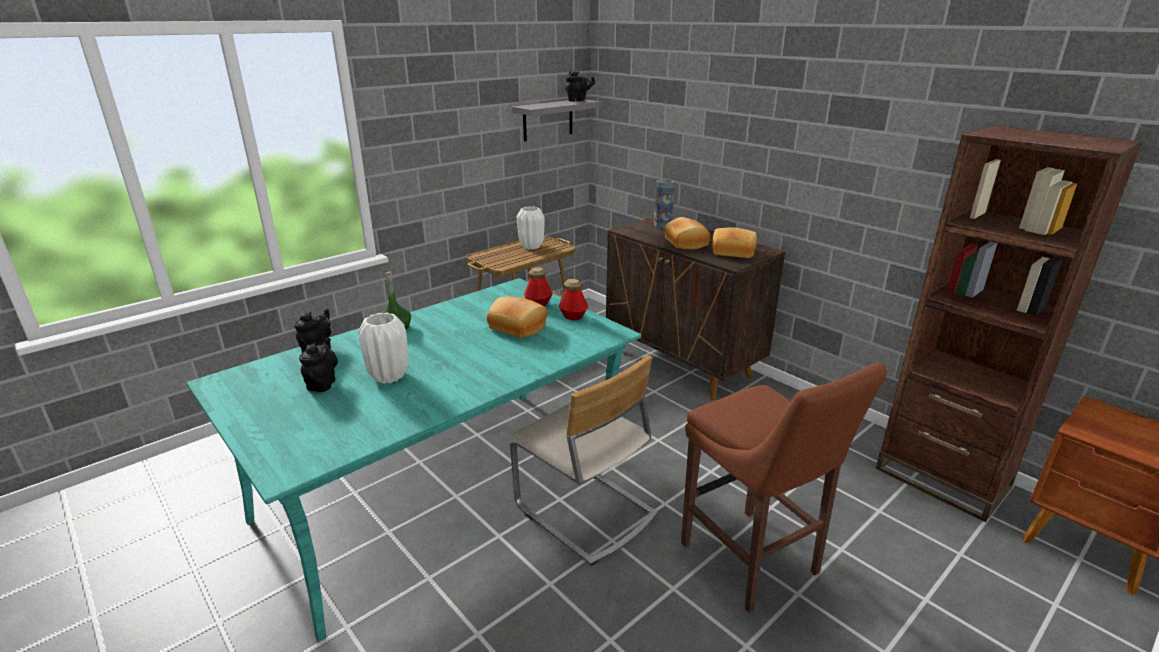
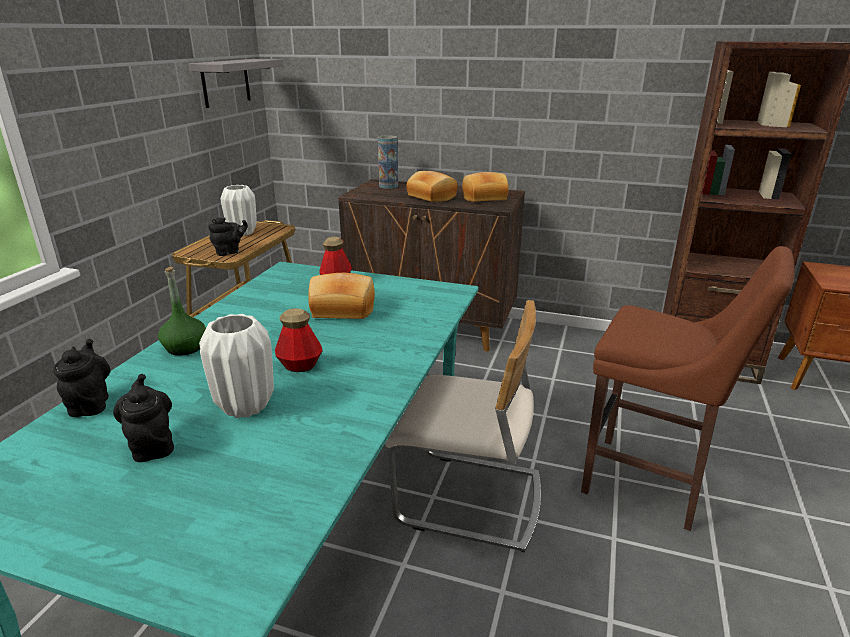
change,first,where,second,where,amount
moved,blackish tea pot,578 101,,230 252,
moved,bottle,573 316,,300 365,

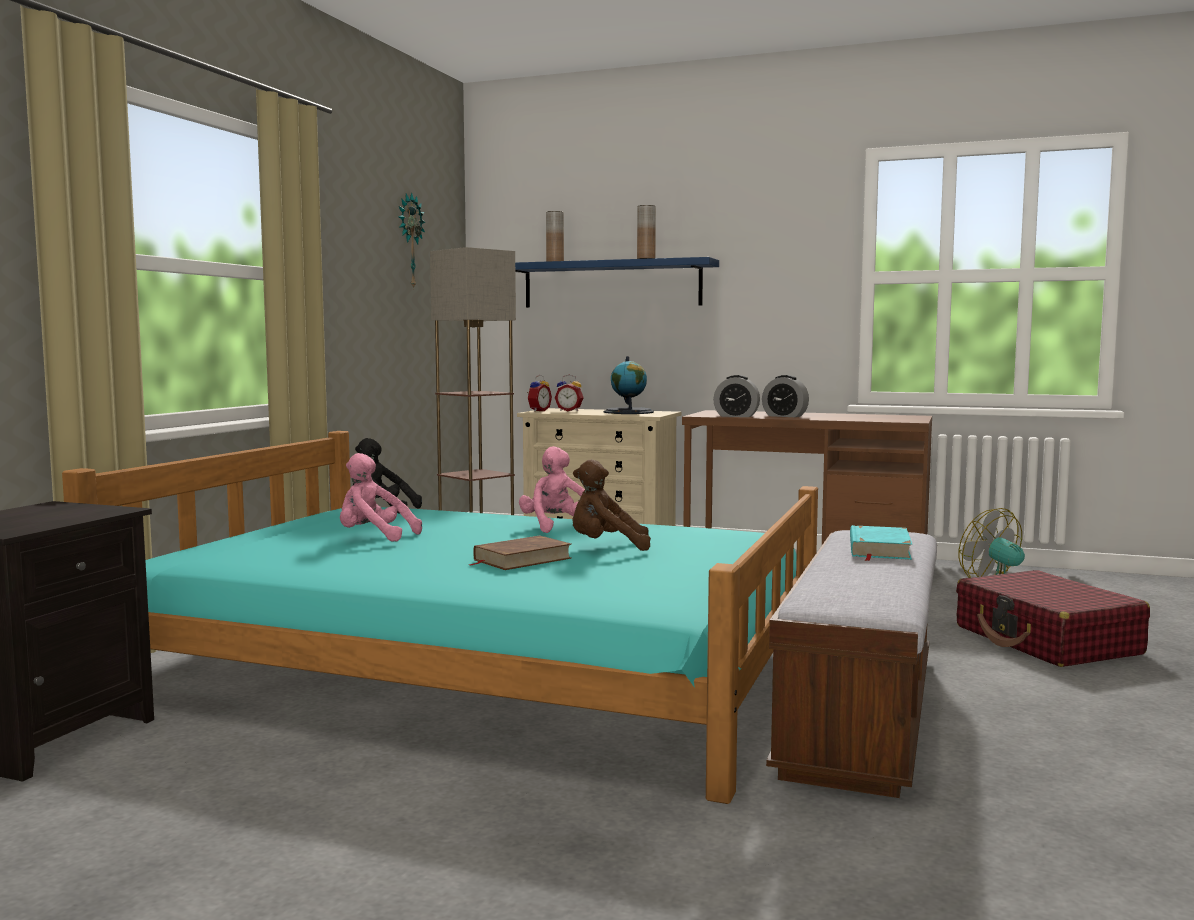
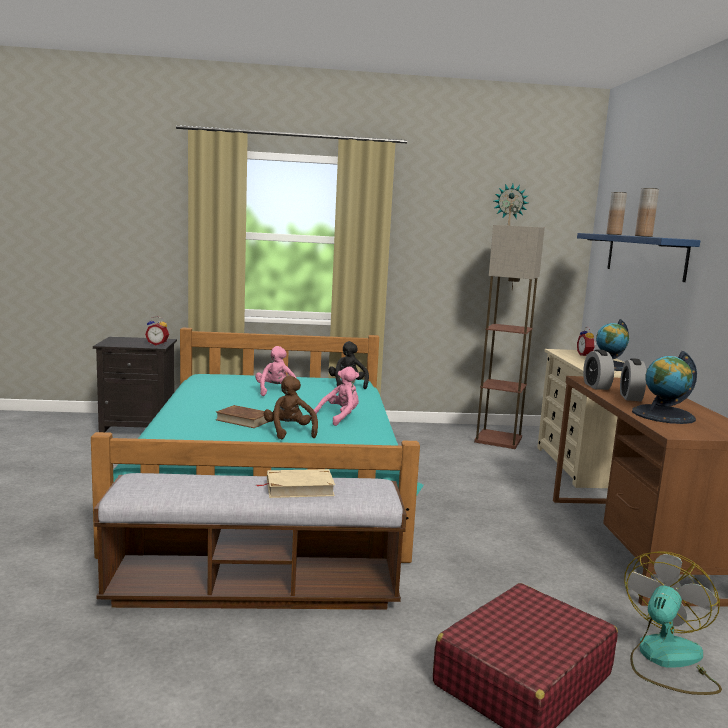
change,first,where,second,where,amount
moved,bedside clock,538 411,,158 344,
recoloured,blue-green book,878 549,beige-coloured book,299 488,
added,,,world globe,663 415,

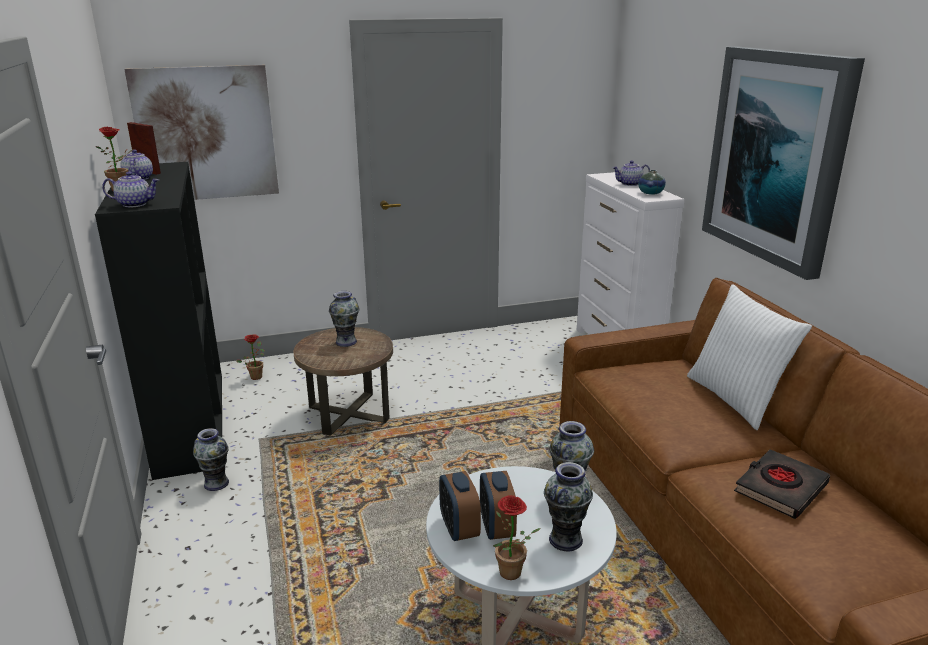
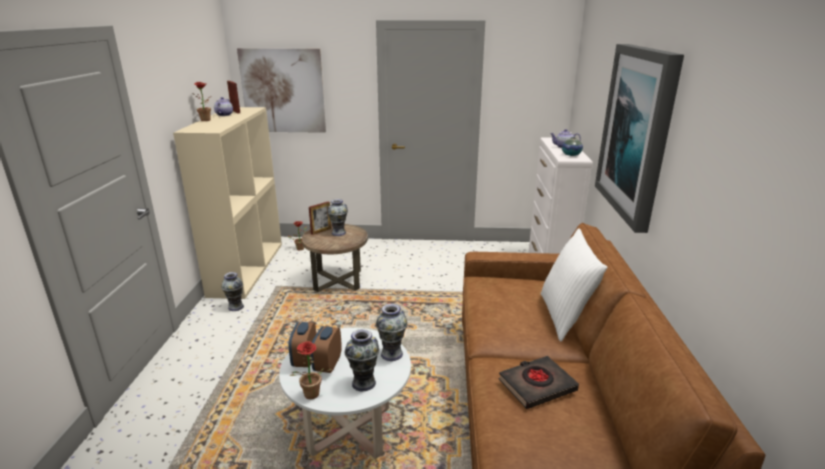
change,first,where,second,where,amount
recoloured,blackish shelving unit,189 421,beige-coloured shelving unit,246 268,
added,,,photo frame,321 231,
removed,tea pot,135 204,,,

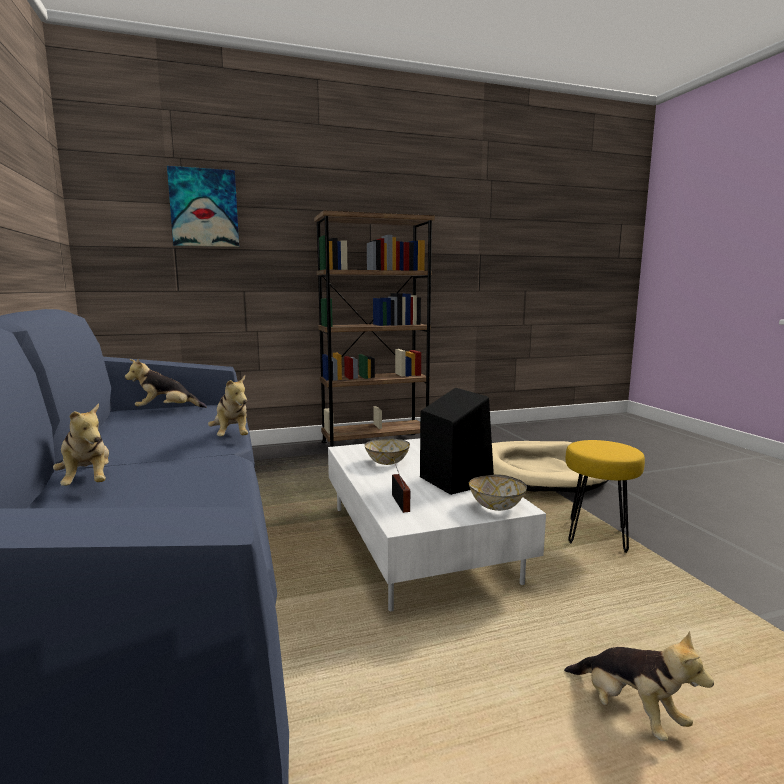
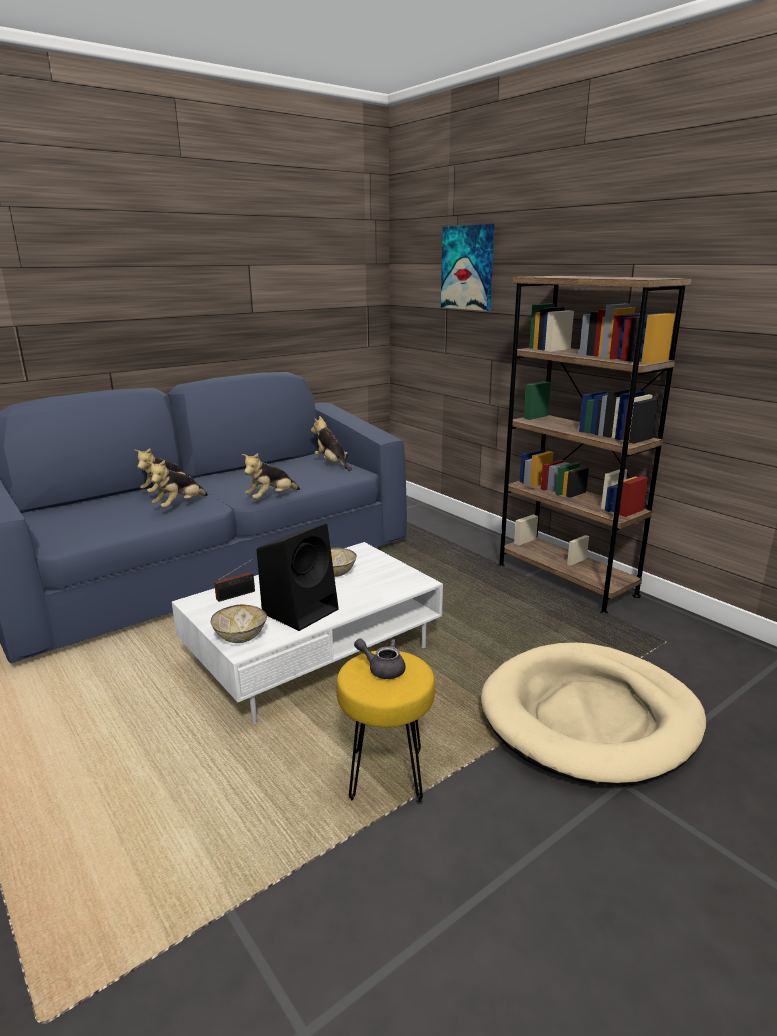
change,first,where,second,where,amount
moved,soft toy,629 712,,180 506,
added,,,grey tea pot,382 668,

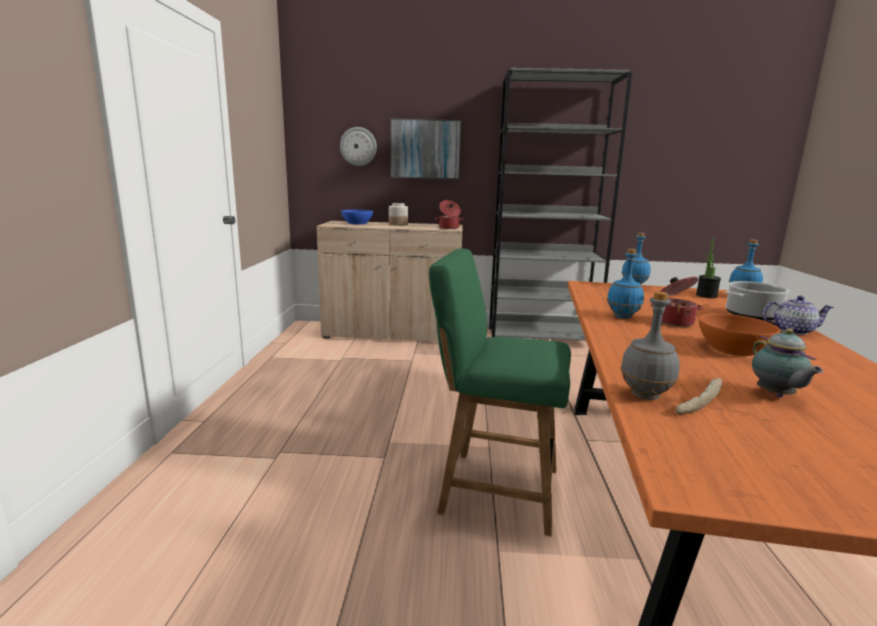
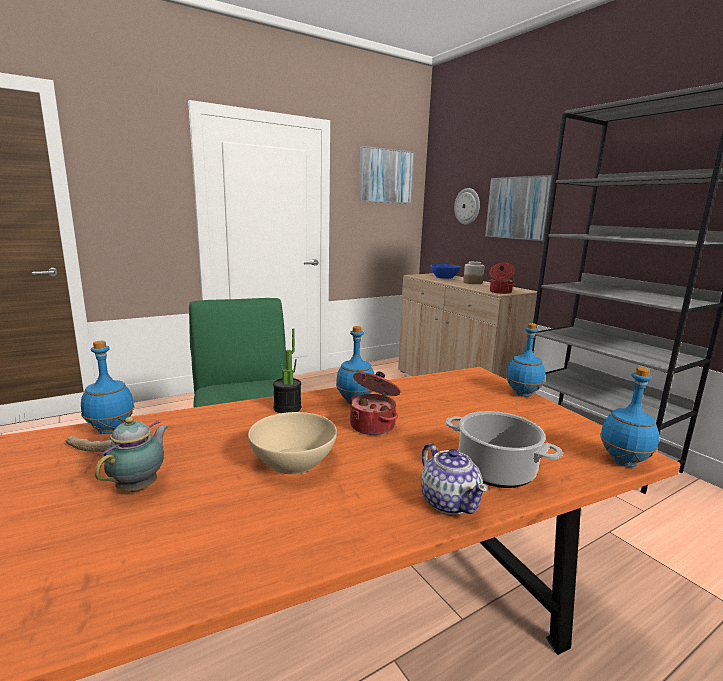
change,first,where,second,where,amount
recoloured,grey bottle,644 395,blue-coloured bottle,111 429,
turned,tea pot,776 395,,140 486,150 degrees clockwise
recoloured,orangey bowl,733 349,beige-coloured bowl,293 461,
moved,houseplant,706 296,,287 408,
added,,,wall art,385 176,

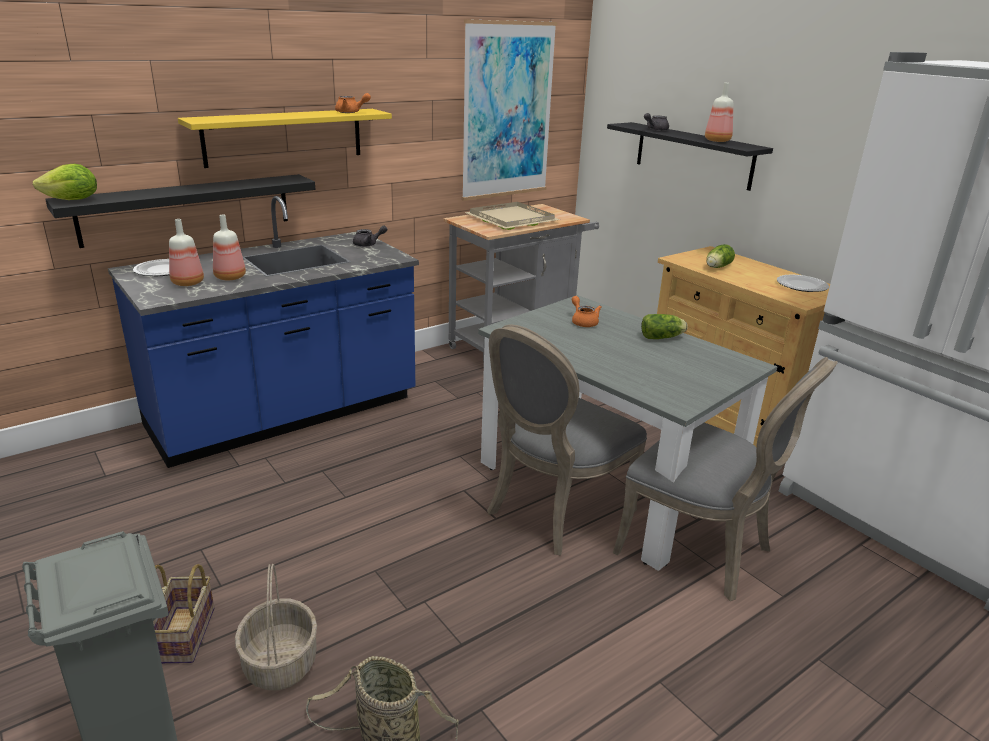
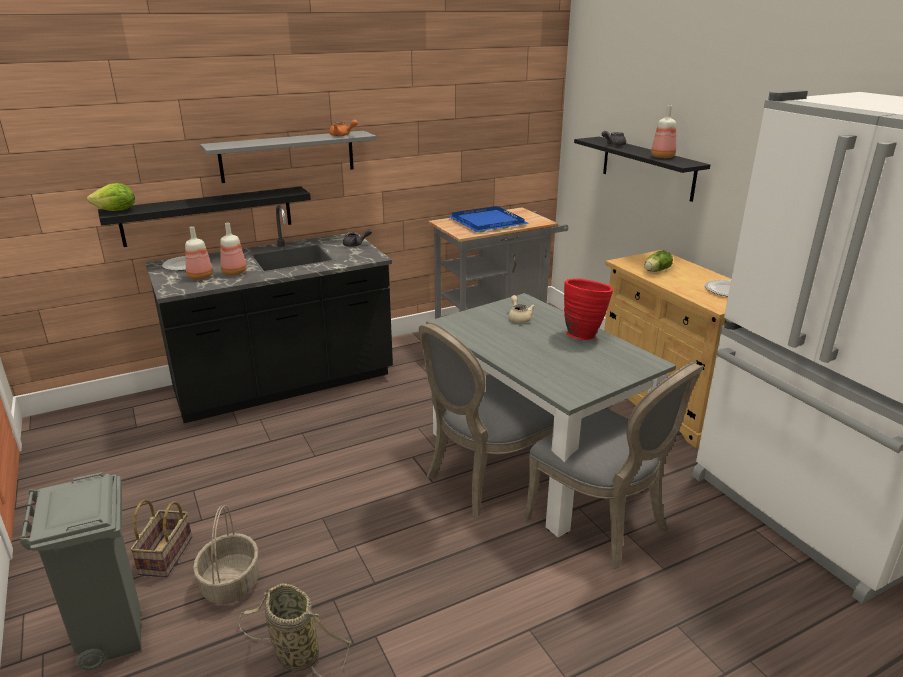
change,first,where,second,where,amount
recoloured,blue-coloured kitchen counter,285 414,blackish kitchen counter,284 384,
recoloured,yellow shelf,284 137,grey shelf,288 156,
recoloured,beige-coloured tray,512 218,blue-coloured tray,488 222,
recoloured,orangey tea pot,583 322,beige-coloured tea pot,519 318,
replaced,lettuce,663 337,reddish vase,583 334,
removed,wall art,507 111,,,

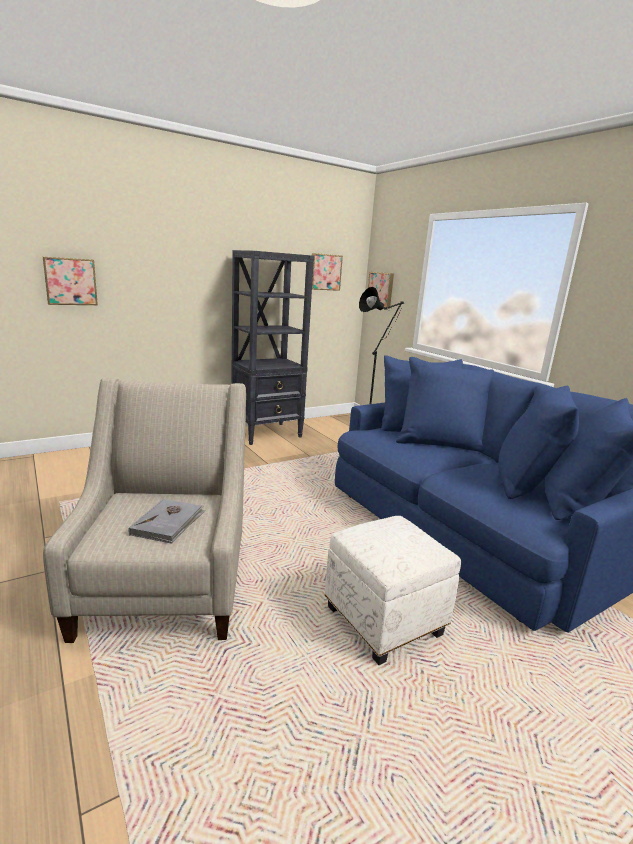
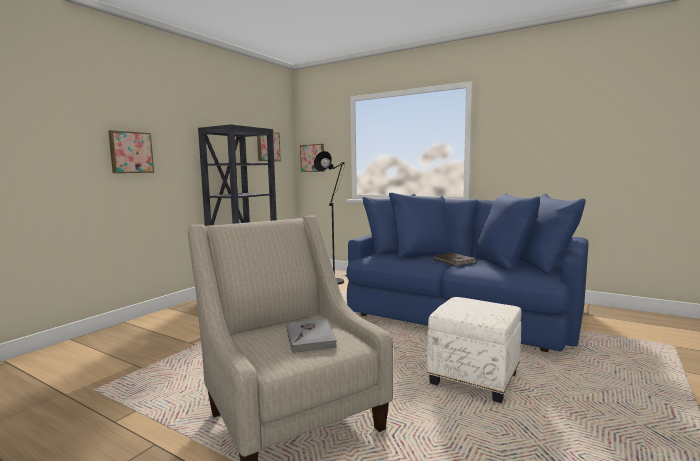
change,first,where,second,where,amount
moved,wall art,70 281,,130 152,
added,,,brownish book,454 261,

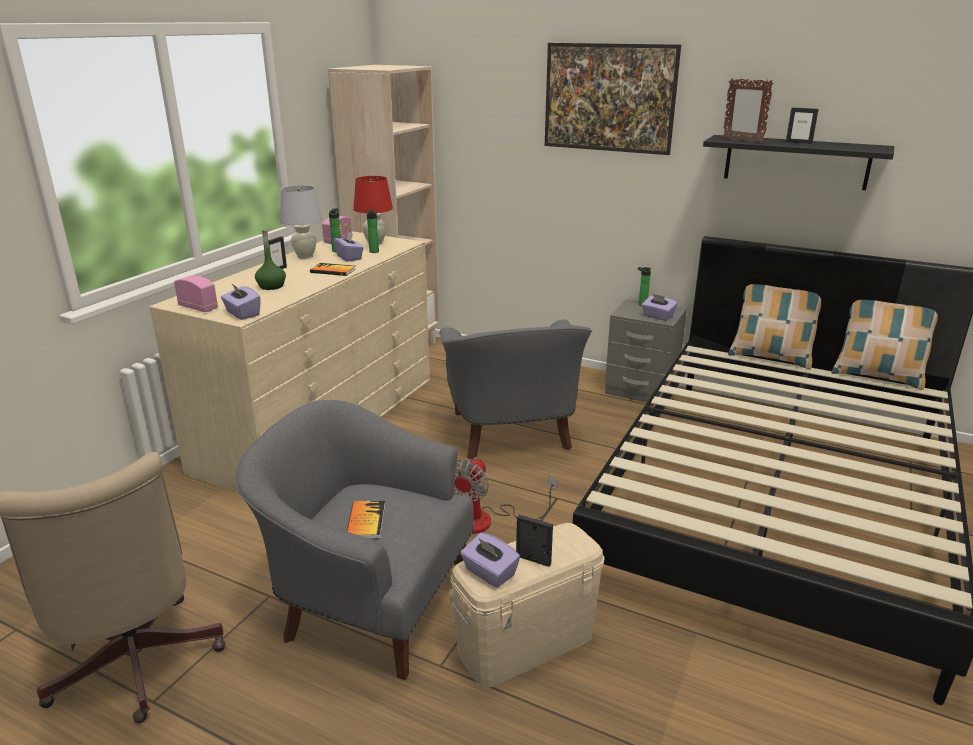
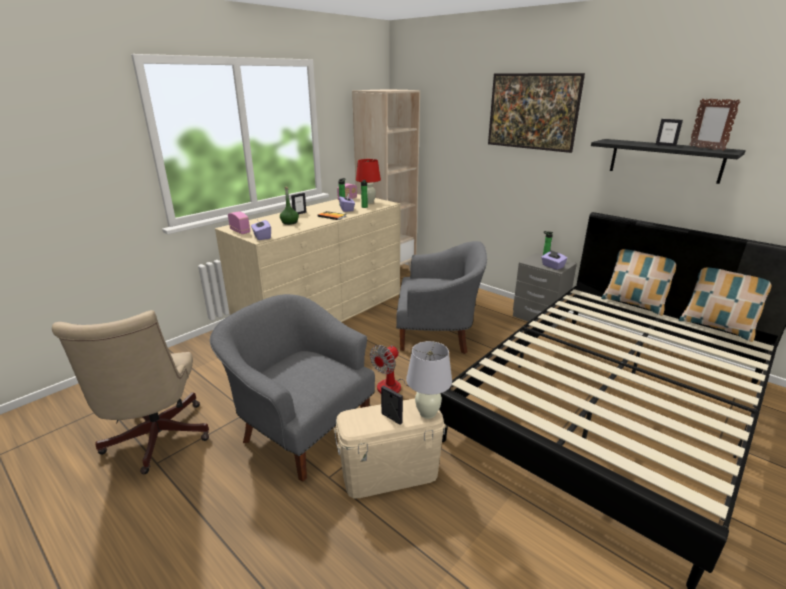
change,first,where,second,where,amount
turned,grey armchair,511 434,,437 335,90 degrees counterclockwise
moved,white-coloured tabletop lamp,305 257,,427 413,
moved,photo frame,742 141,,706 148,
removed,book,366 521,,,
removed,purple box of tissues,489 573,,,

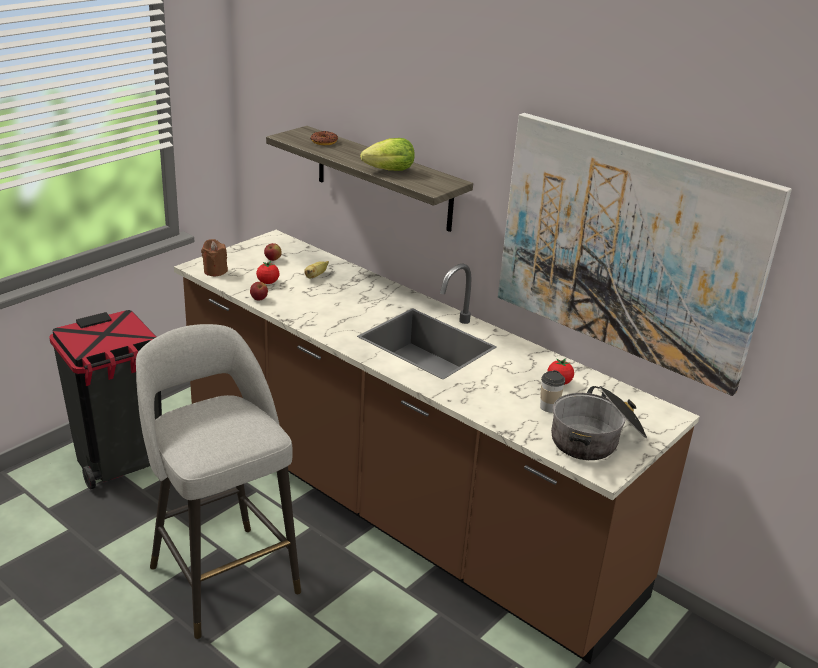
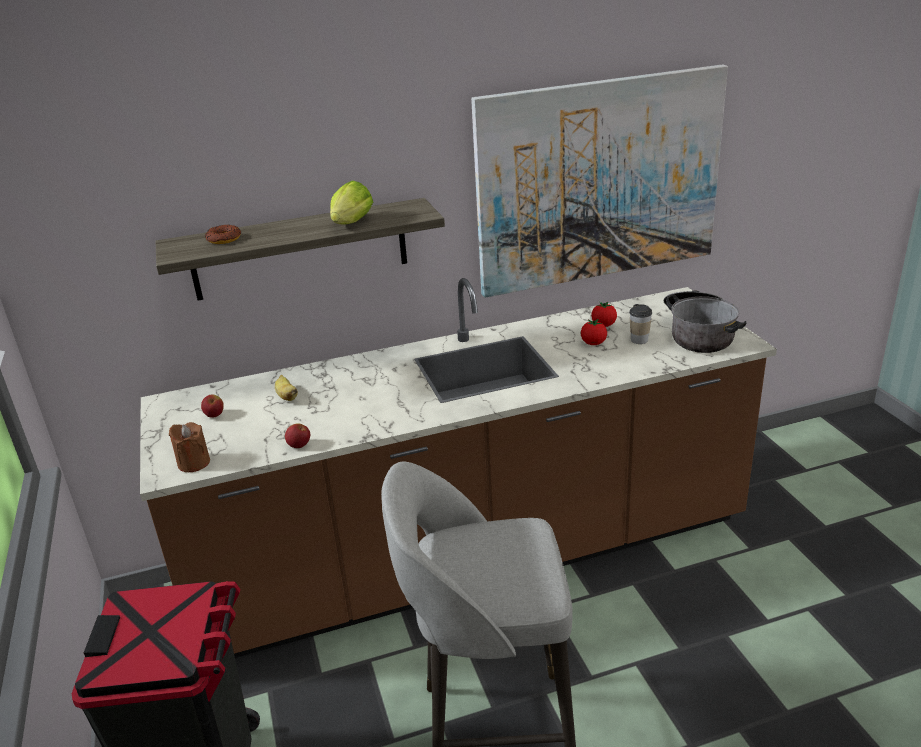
change,first,where,second,where,amount
moved,tomato,268 282,,593 343,

